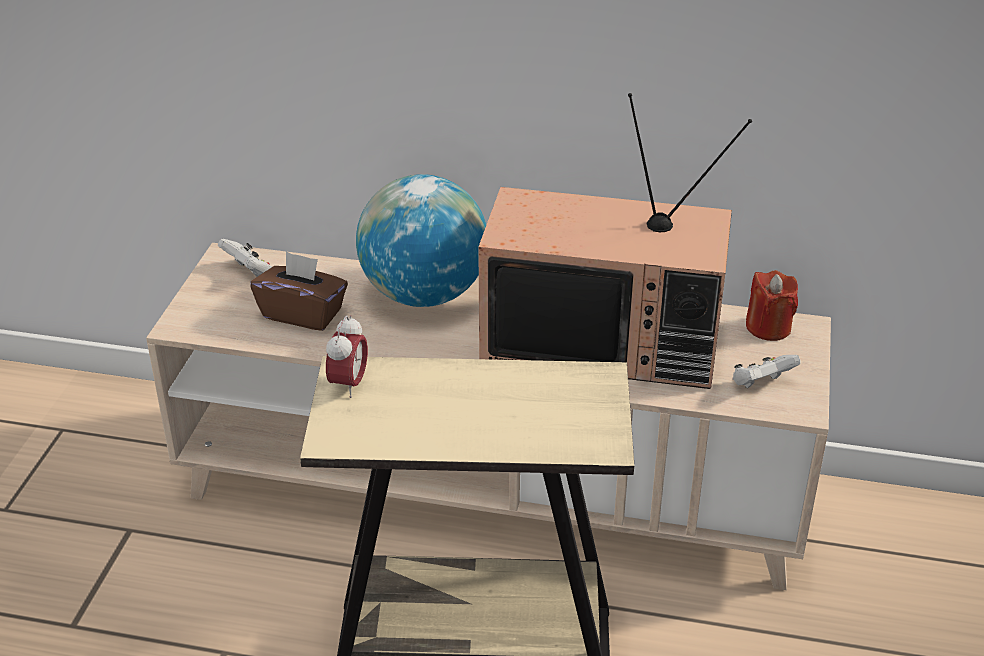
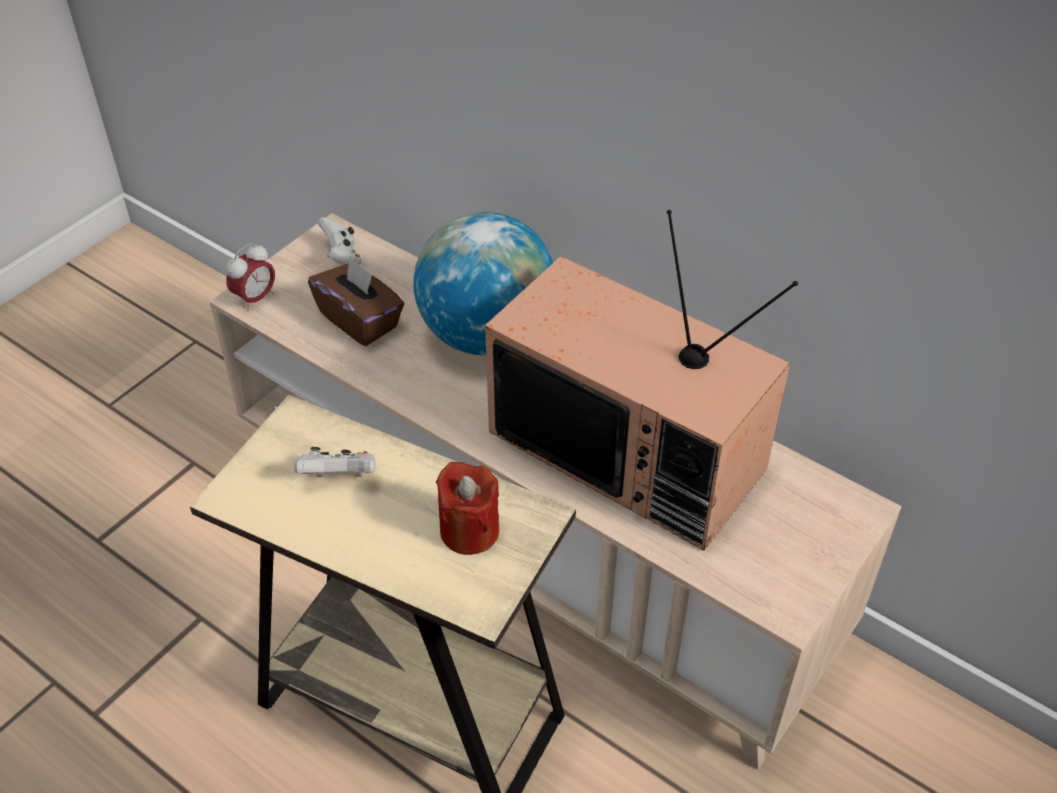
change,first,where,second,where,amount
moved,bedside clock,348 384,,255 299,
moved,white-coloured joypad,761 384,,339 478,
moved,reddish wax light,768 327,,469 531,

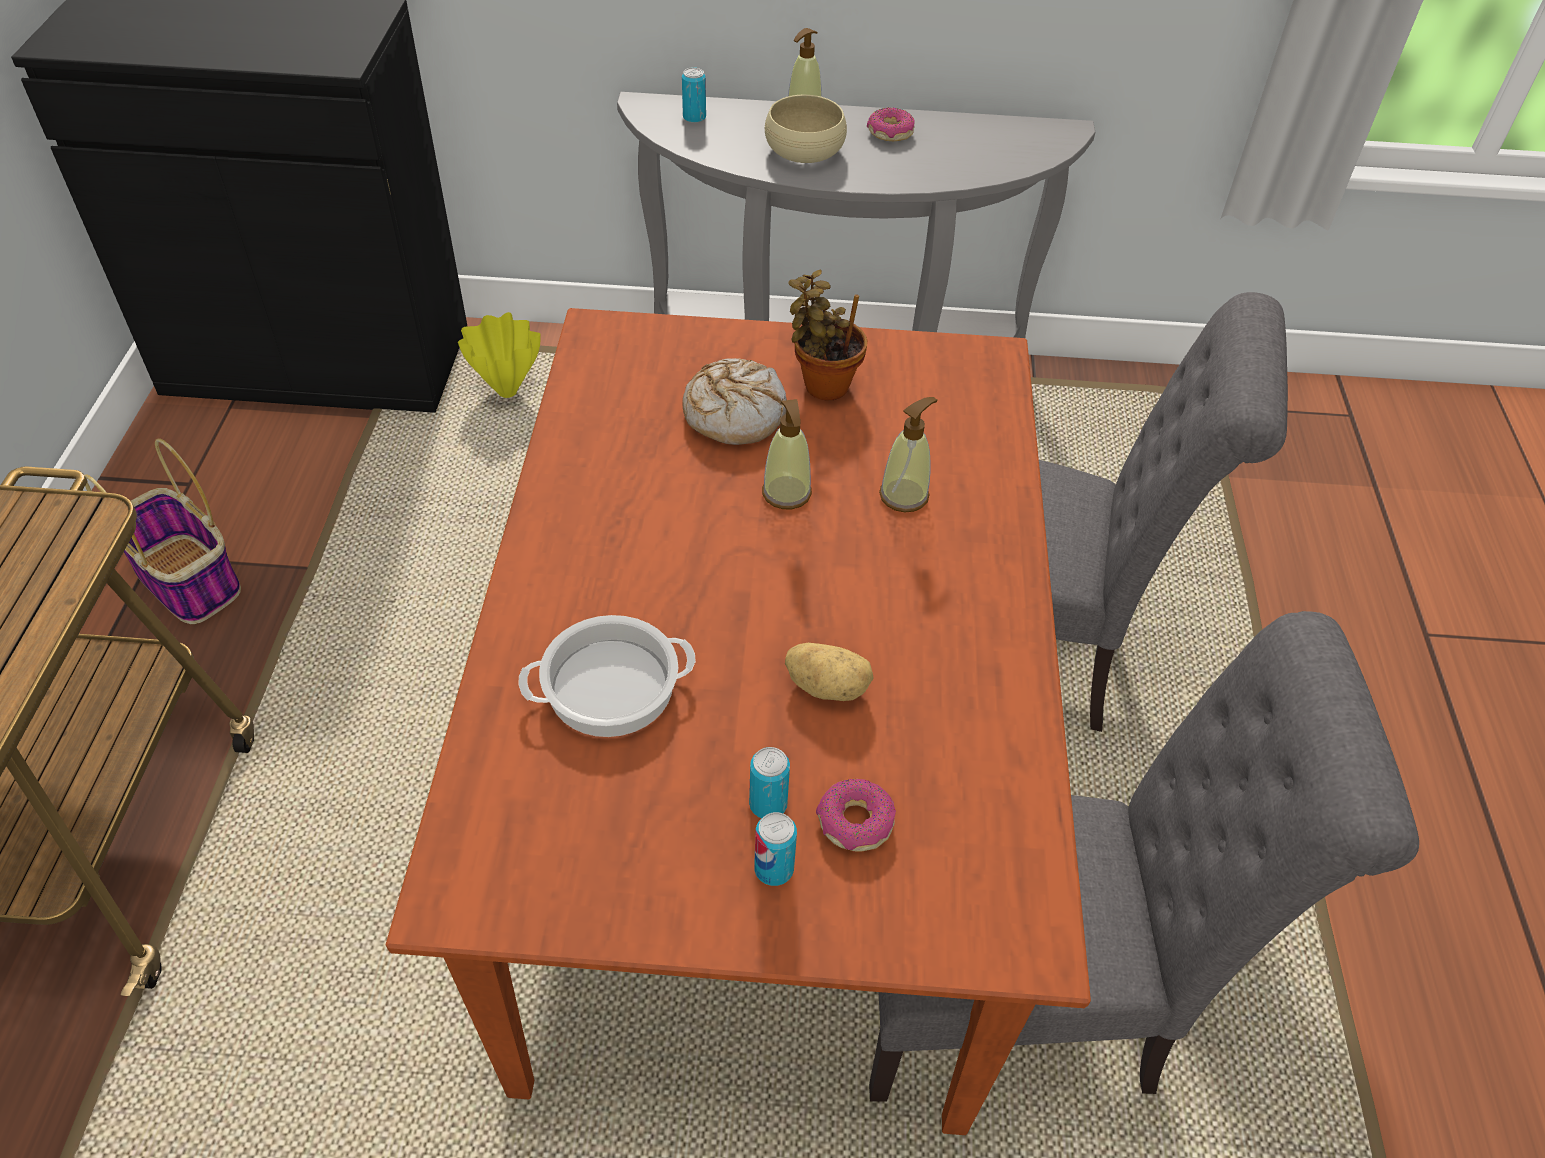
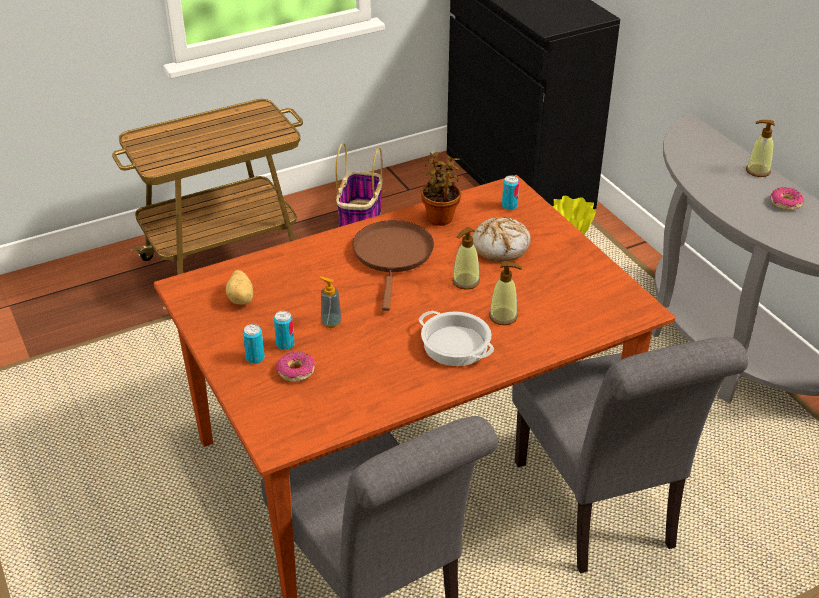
change,first,where,second,where,amount
moved,whole potato,828 686,,241 298,
added,,,soap dispenser,331 322,
added,,,brownish pan,393 255,
moved,cooking pot,611 684,,456 345,
moved,houseplant,822 383,,440 217,
moved,can,694 117,,509 206,
removed,beige-coloured bowl,804 151,,,

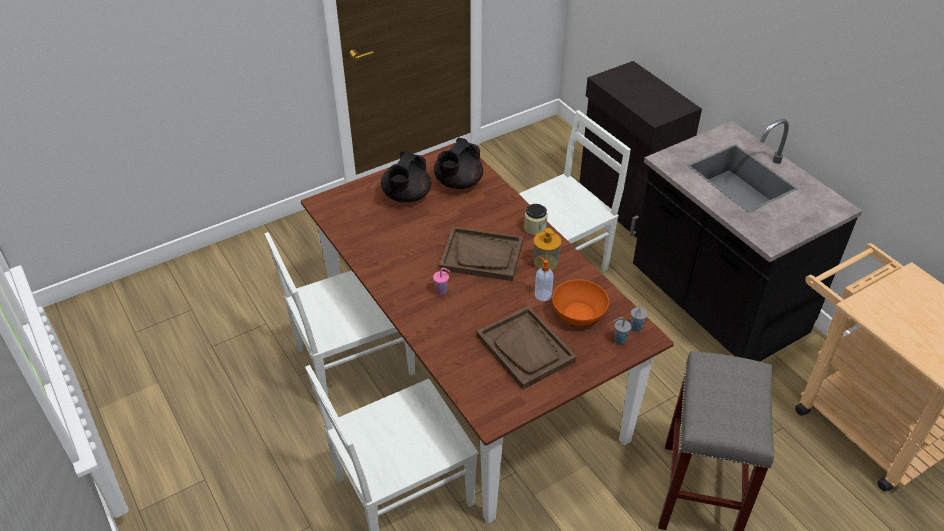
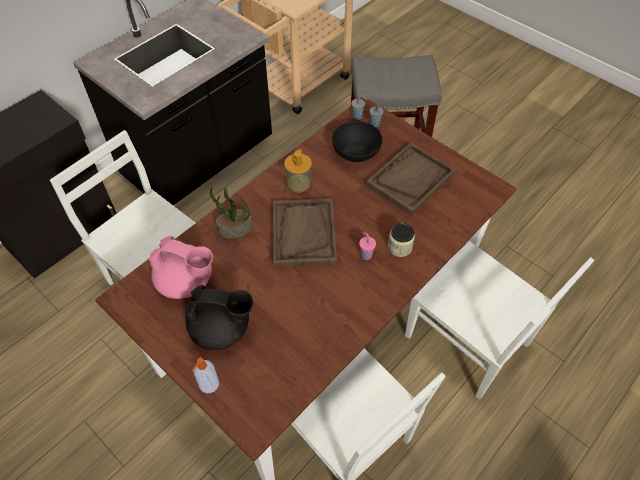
change,first,where,second,where,amount
recoloured,blackish tea pot,458 183,pinkish tea pot,186 282,
moved,soap dispenser,542 295,,208 384,
added,,,houseplant,235 229,
recoloured,orangey bowl,578 314,blackish bowl,356 152,
moved,storage jar,535 228,,399 247,

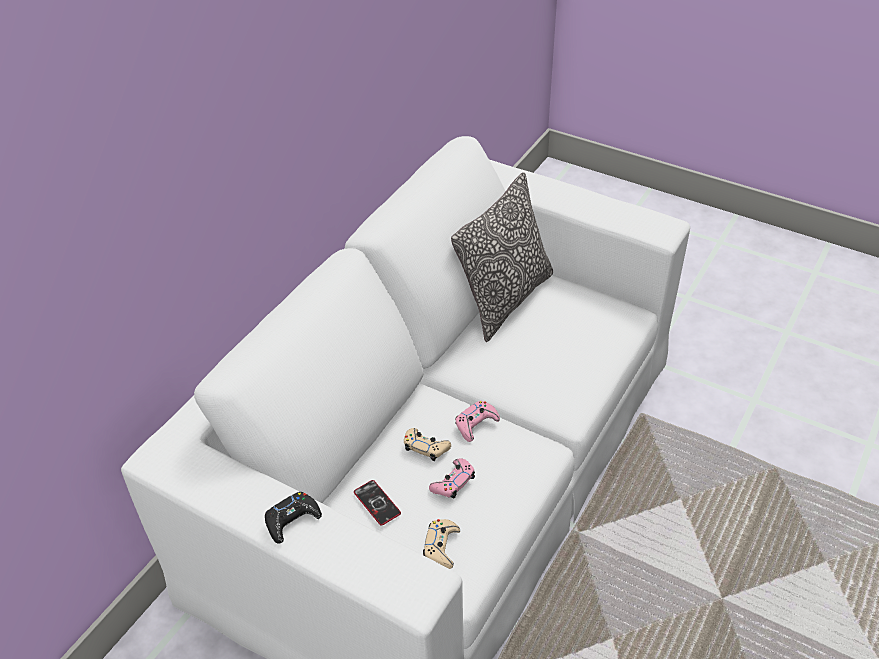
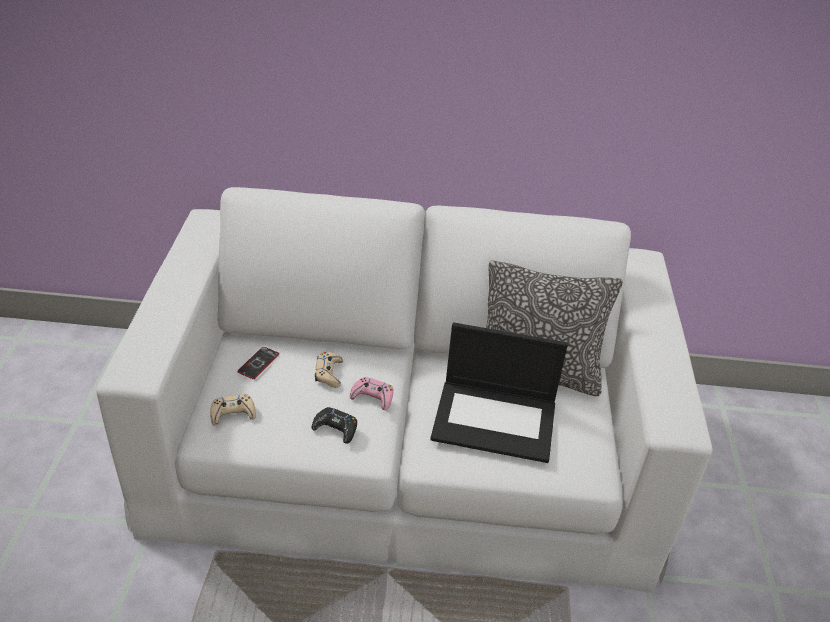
change,first,where,second,where,amount
moved,blackish joypad,292 520,,335 429,
added,,,notebook computer,496 420,
removed,pinkish joypad,453 482,,,

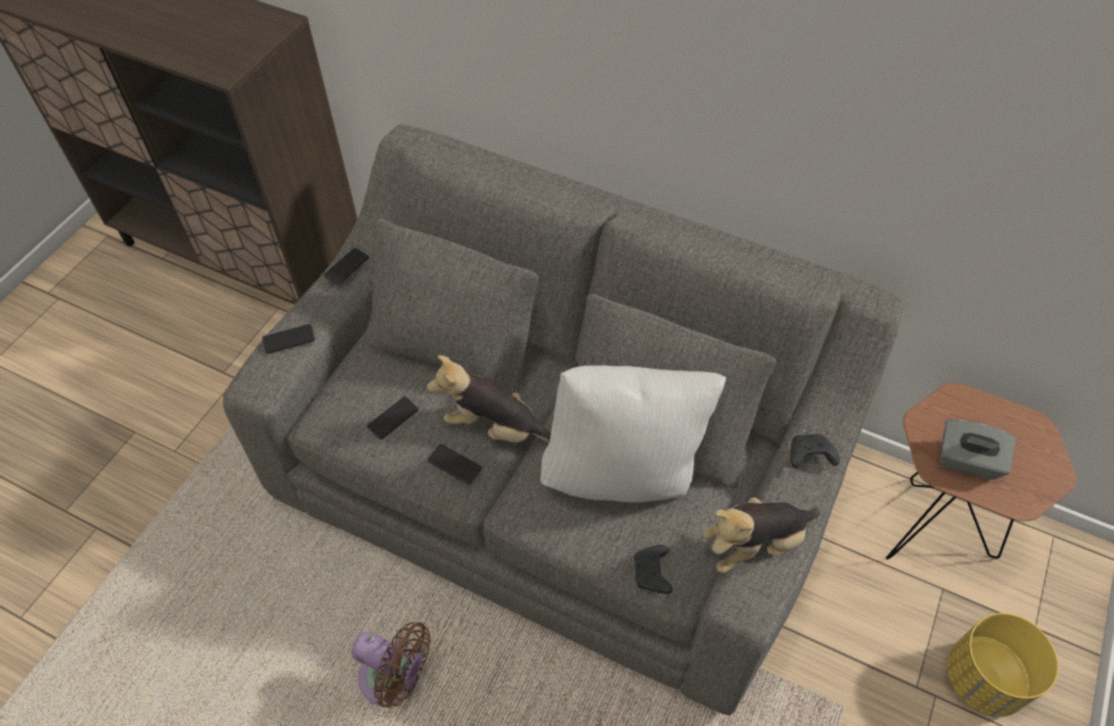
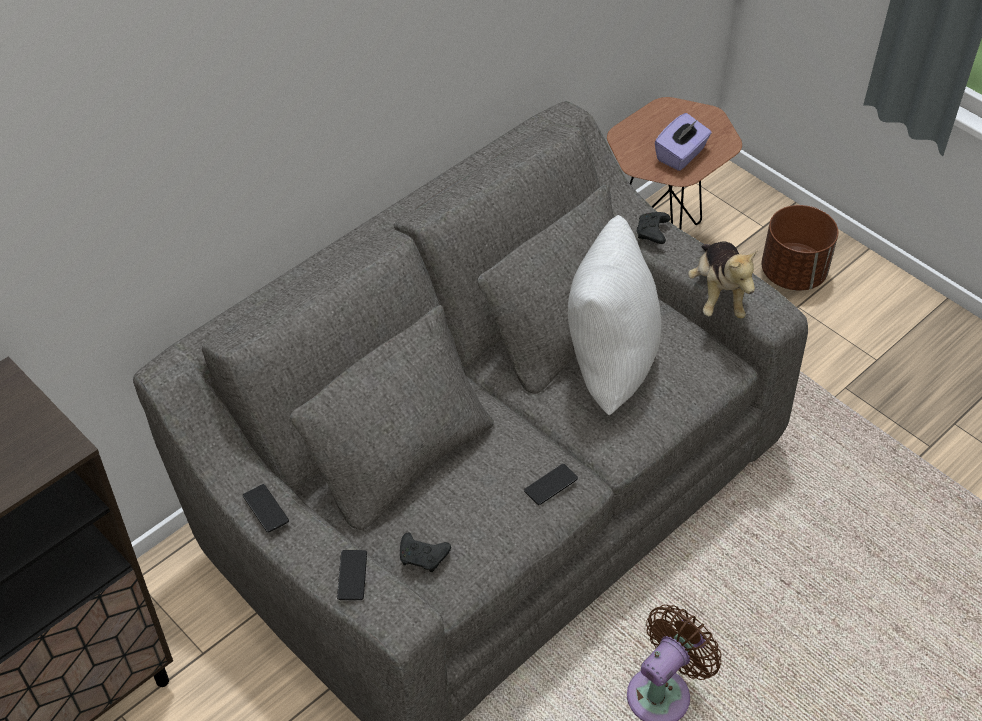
change,first,where,second,where,amount
moved,blackish joypad,652 574,,423 557,
recoloured,grey box of tissues,967 461,purple box of tissues,681 155,
recoloured,yellow flower pot,984 679,brownish flower pot,793 273,
removed,handset,393 418,,,
removed,soft toy,496 427,,,

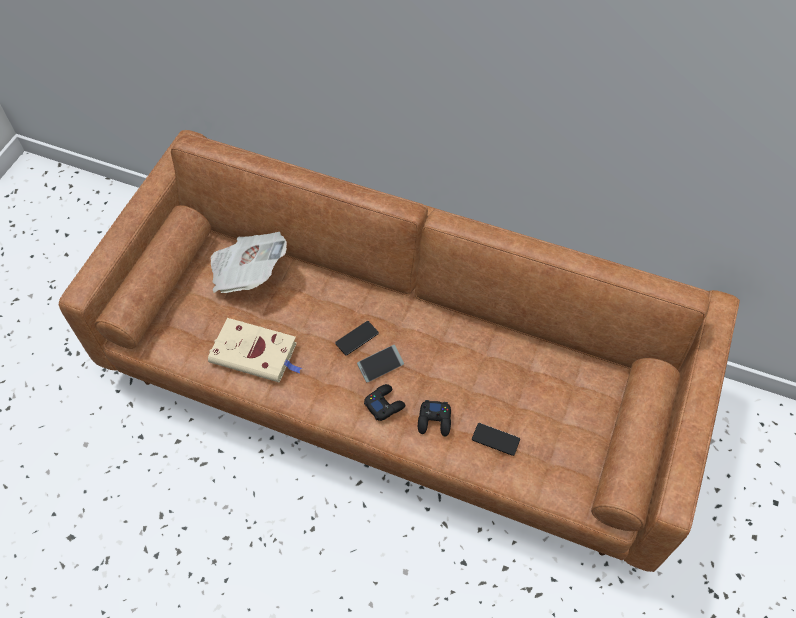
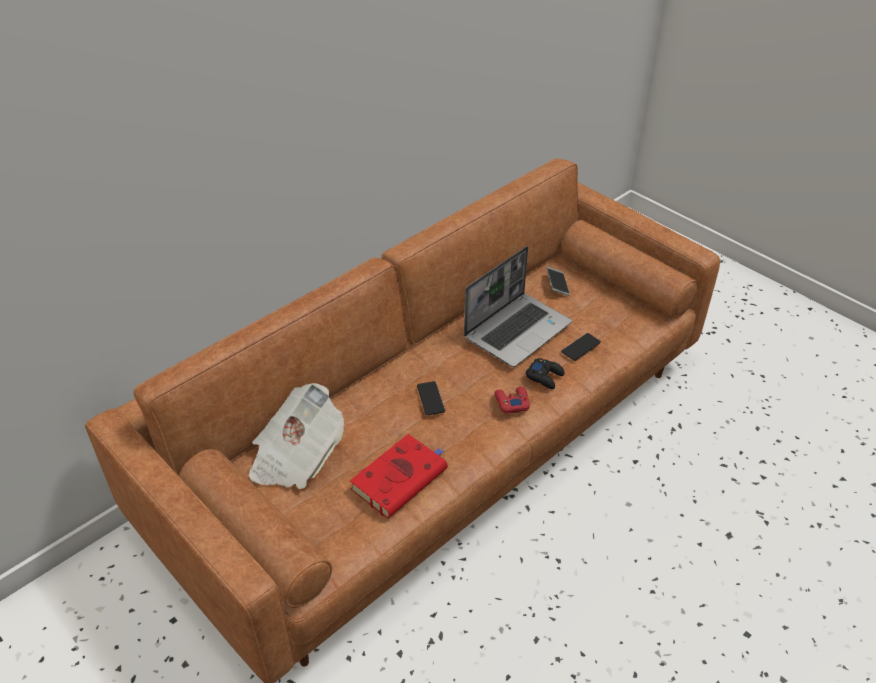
change,first,where,second,where,amount
recoloured,beige-coloured book,256 353,reddish book,400 478,
added,,,notebook computer,517 330,
recoloured,blackish joypad,384 404,reddish joypad,511 402,
moved,handset,380 366,,557 284,

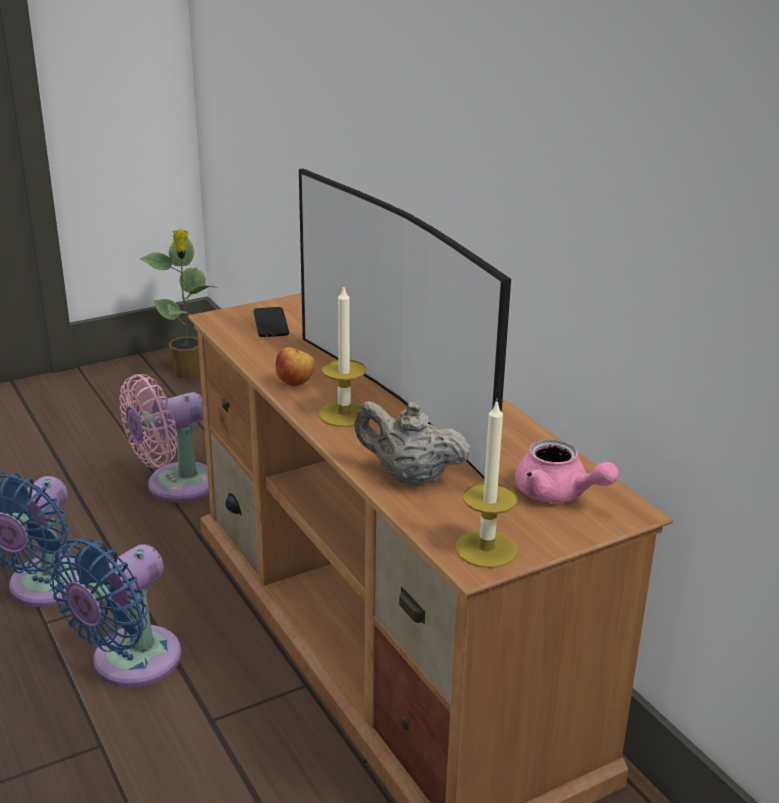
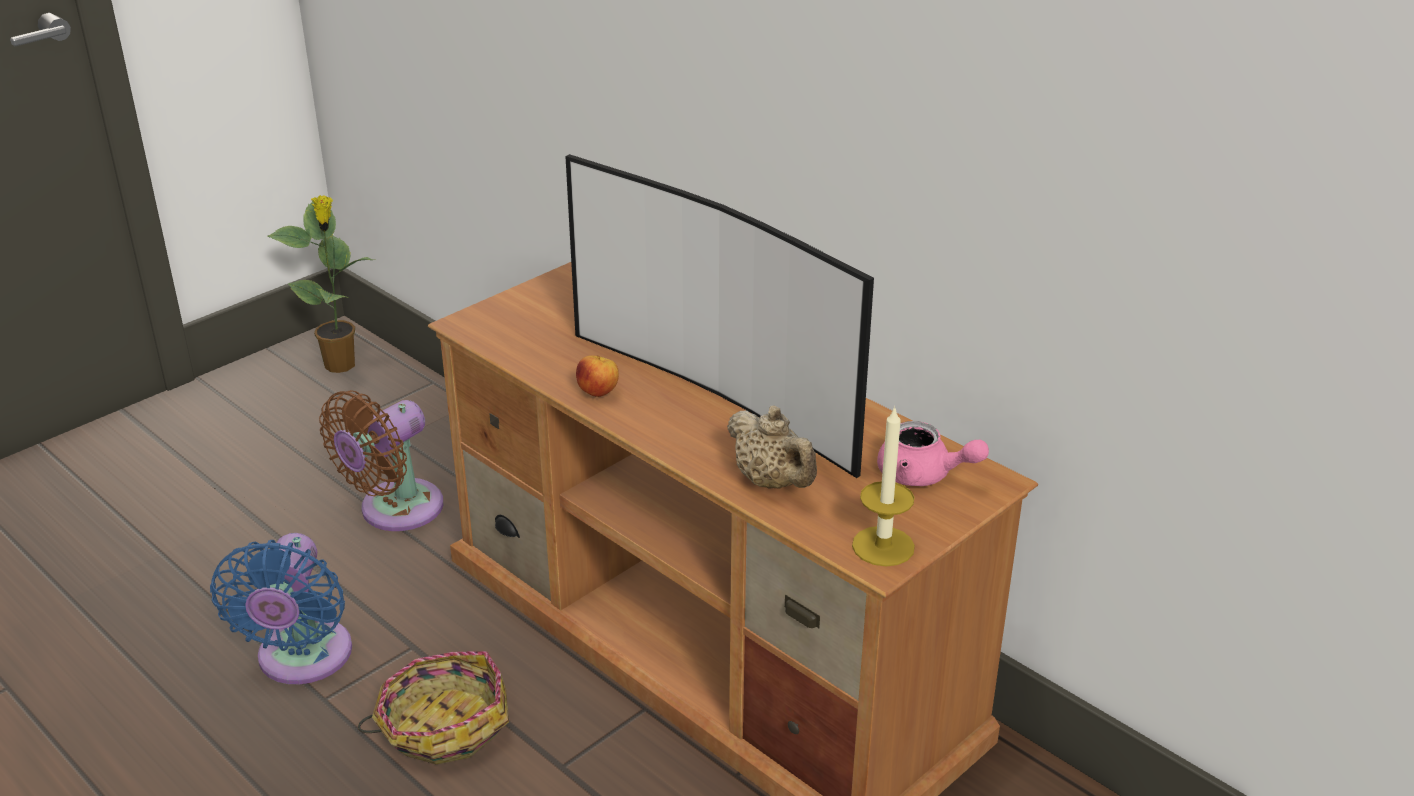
change,first,where,second,where,amount
recoloured,pinkish cooling fan,175 486,brownish cooling fan,394 511,
replaced,blue-coloured cooling fan,129 663,basket,443 725,
turned,beige-coloured tea pot,409 477,,772 482,135 degrees counterclockwise
removed,handset,271 323,,,
removed,wax light,344 414,,,

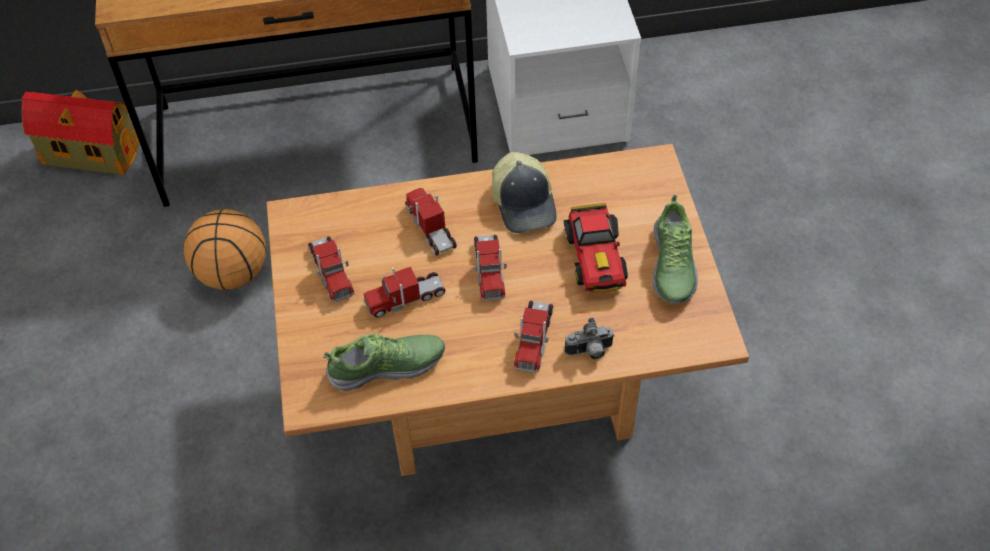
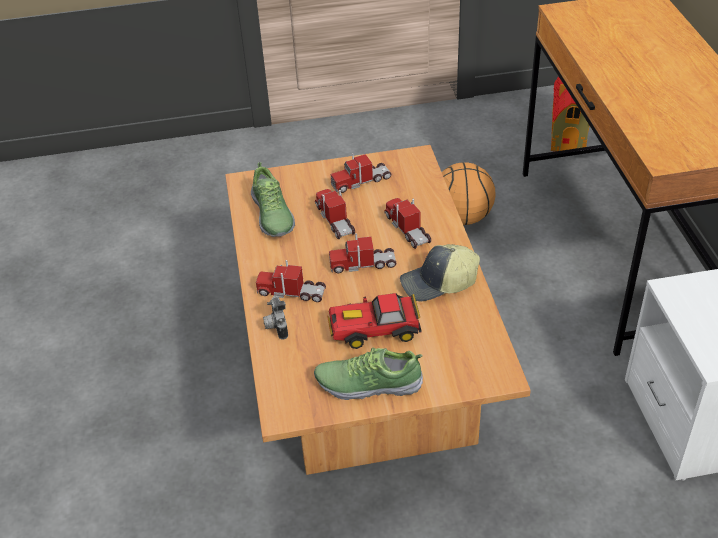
change,first,where,second,where,amount
turned,model truck,431 228,,407 229,90 degrees counterclockwise

